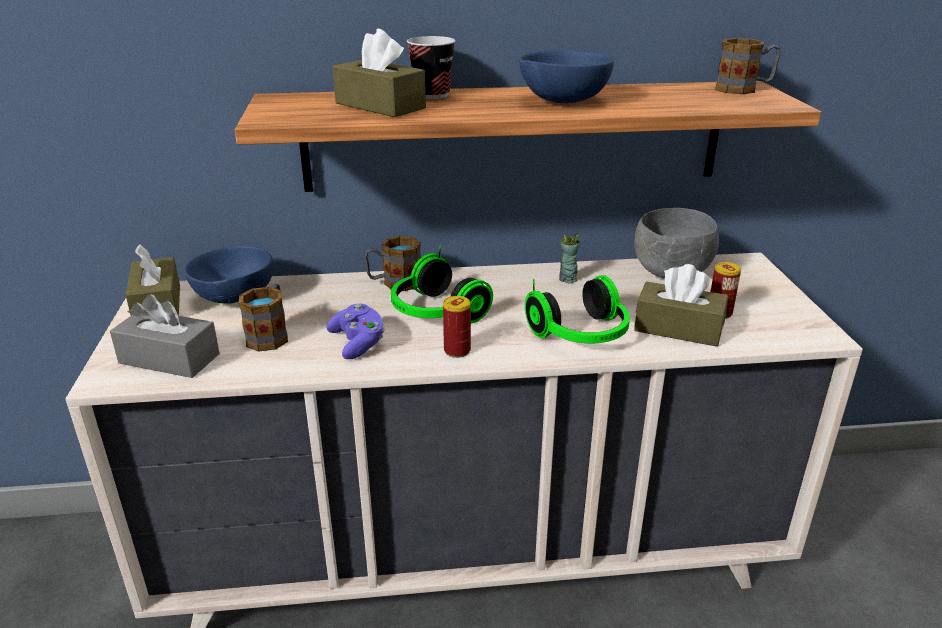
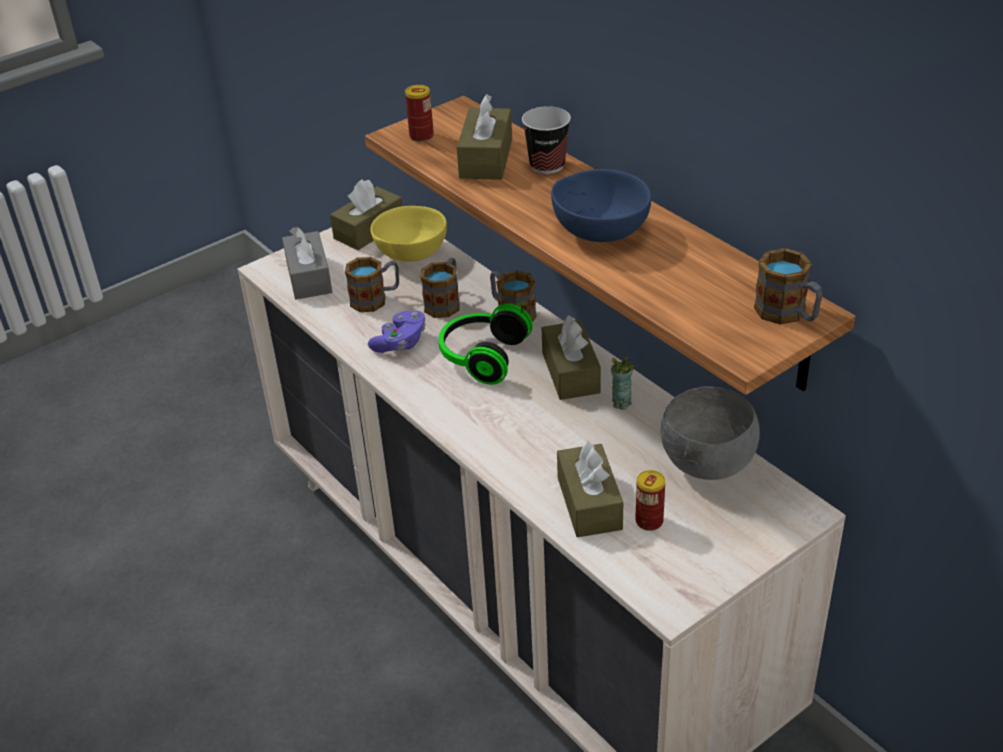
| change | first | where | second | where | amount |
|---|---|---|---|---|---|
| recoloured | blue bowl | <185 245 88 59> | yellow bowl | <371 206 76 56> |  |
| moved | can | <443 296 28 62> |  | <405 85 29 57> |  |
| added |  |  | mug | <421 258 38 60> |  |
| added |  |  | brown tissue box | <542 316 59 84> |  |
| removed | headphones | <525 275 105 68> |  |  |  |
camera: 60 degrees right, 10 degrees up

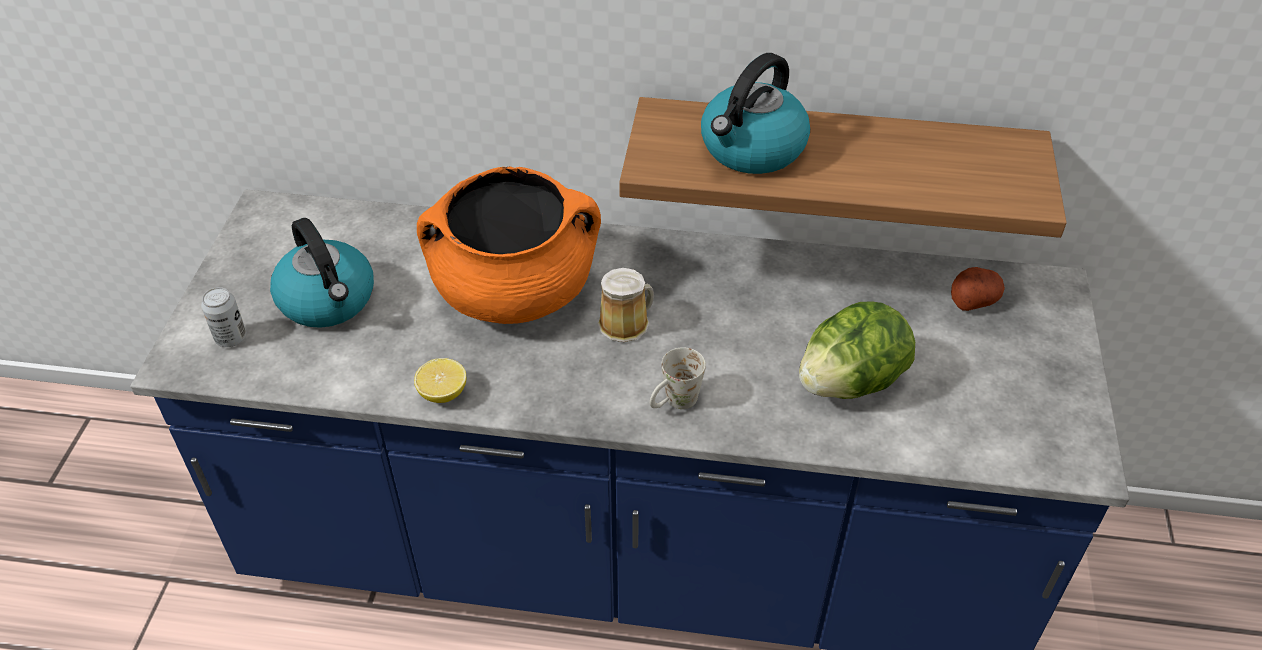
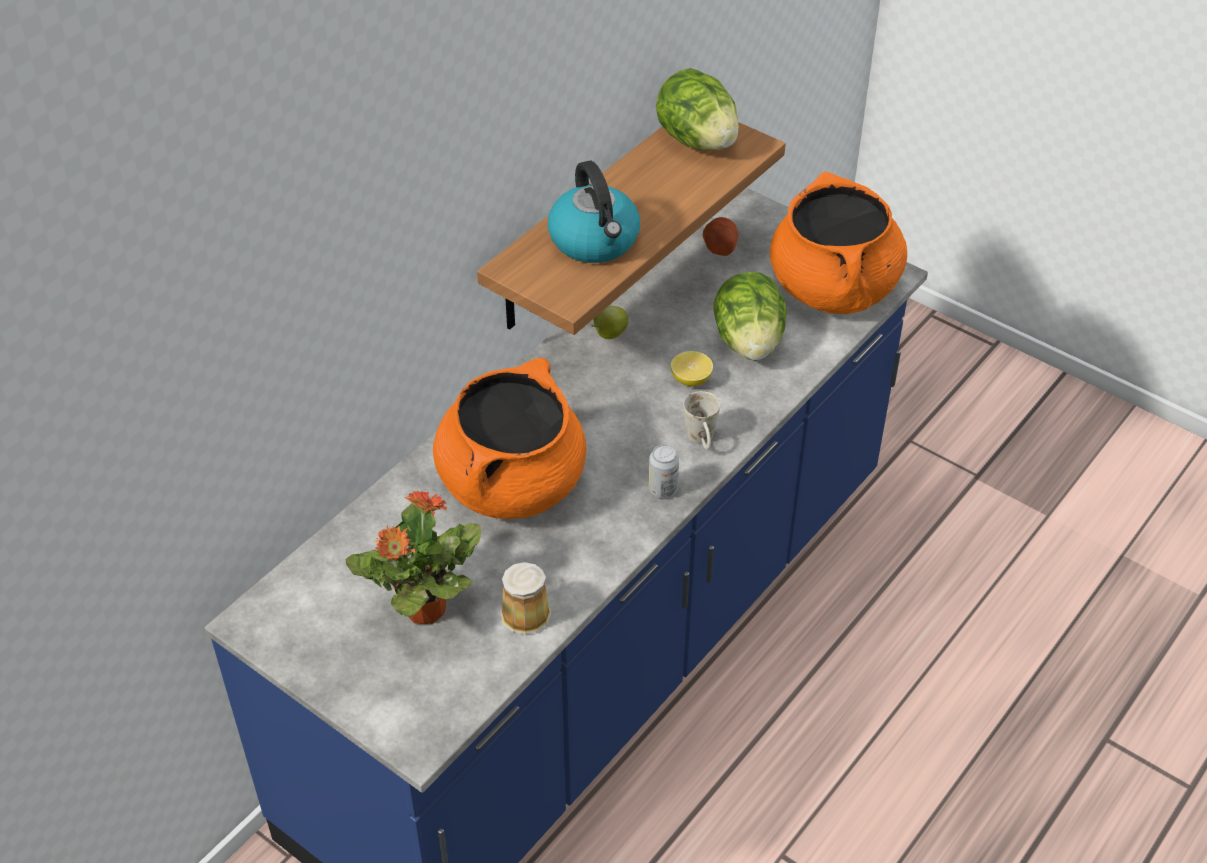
| change | first | where | second | where | amount |
|---|---|---|---|---|---|
| replaced | kettle | <270 218 104 110> | potted plant | <345 491 137 133> |  |
| moved | mug | <598 268 56 74> |  | <500 562 51 72> |  |
| added |  |  | apple | <591 306 37 33> |  |
| moved | can | <201 287 46 60> |  | <649 444 30 54> |  |
| added |  |  | lettuce | <656 68 83 82> |  |
| moved | lemon | <414 358 52 45> |  | <670 351 43 36> |  |
| added |  |  | orange cooking pot | <770 172 137 142> |  |
camera: 60 degrees left, 0 degrees up

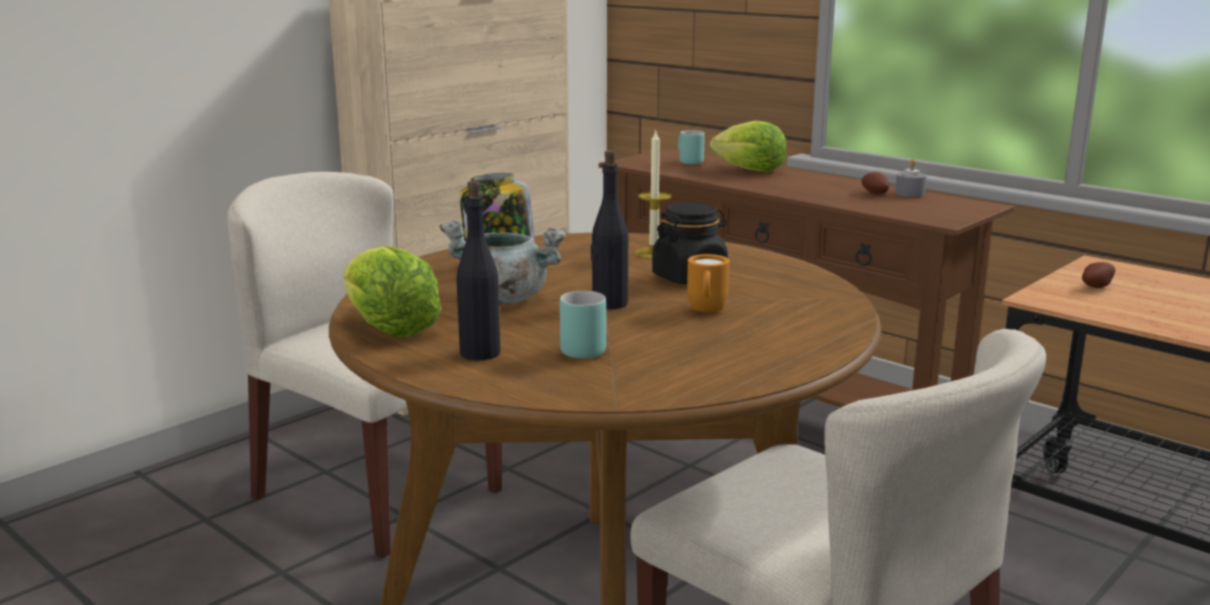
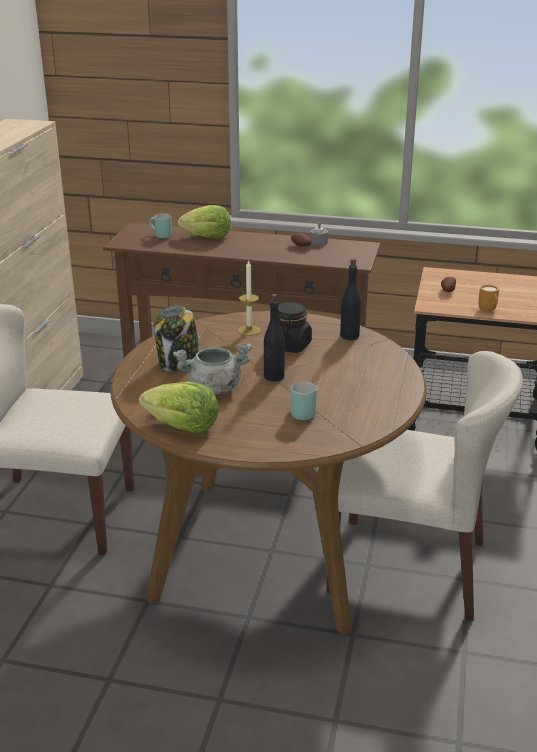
| change | first | where | second | where | amount |
|---|---|---|---|---|---|
| moved | black bottle | <457 181 43 179> |  | <340 259 21 81> |  |
| moved | orange mug | <687 254 43 58> |  | <478 284 21 28> |  |
camera: 30 degrees left, 10 degrees up

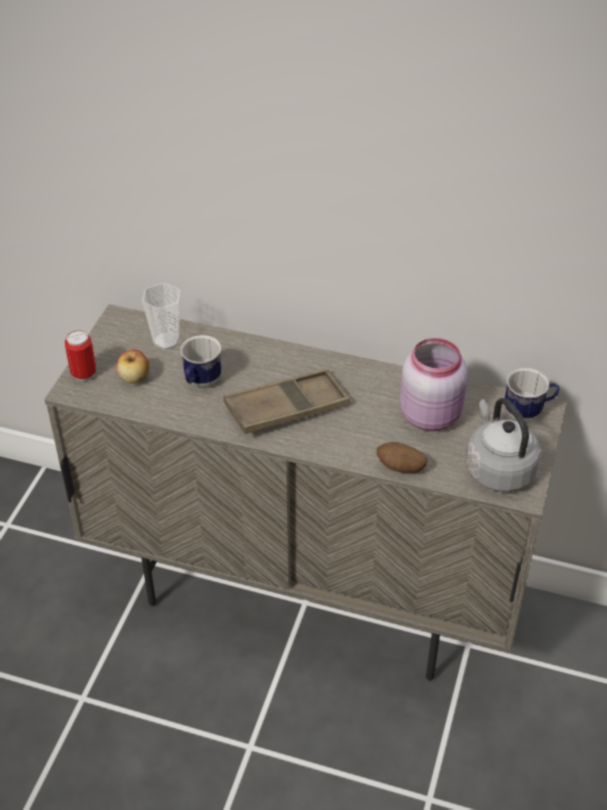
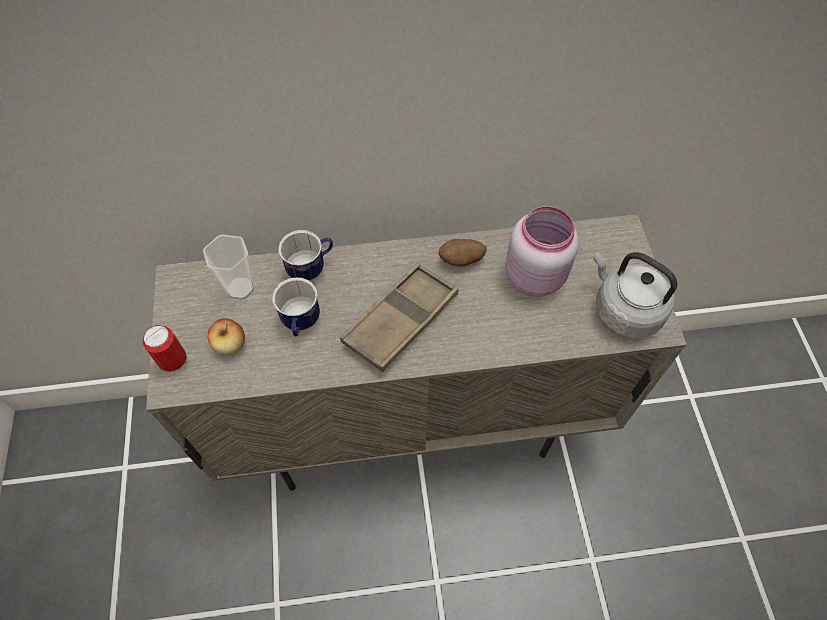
| change | first | where | second | where | amount |
|---|---|---|---|---|---|
| moved | mug | <505 368 55 53> |  | <278 230 55 52> |  |
| moved | potato | <377 442 51 31> |  | <439 239 48 27> |  |
camera: 25 degrees left, 15 degrees up

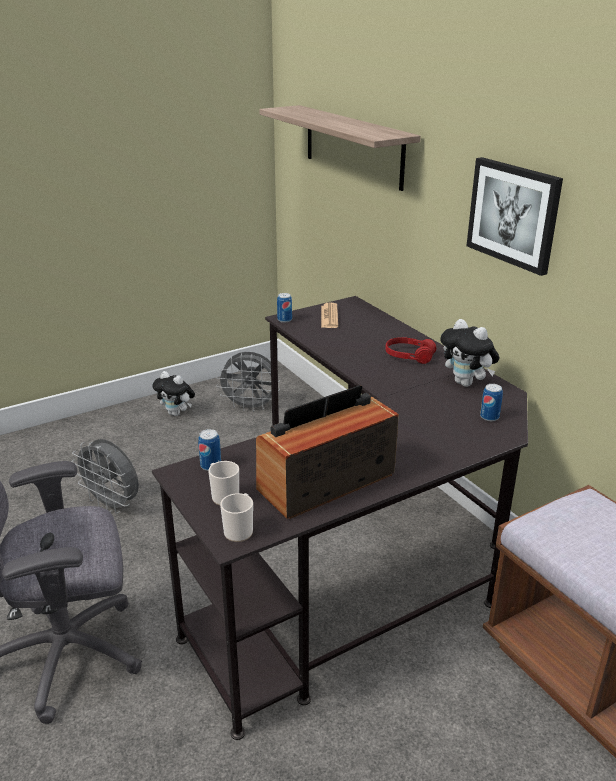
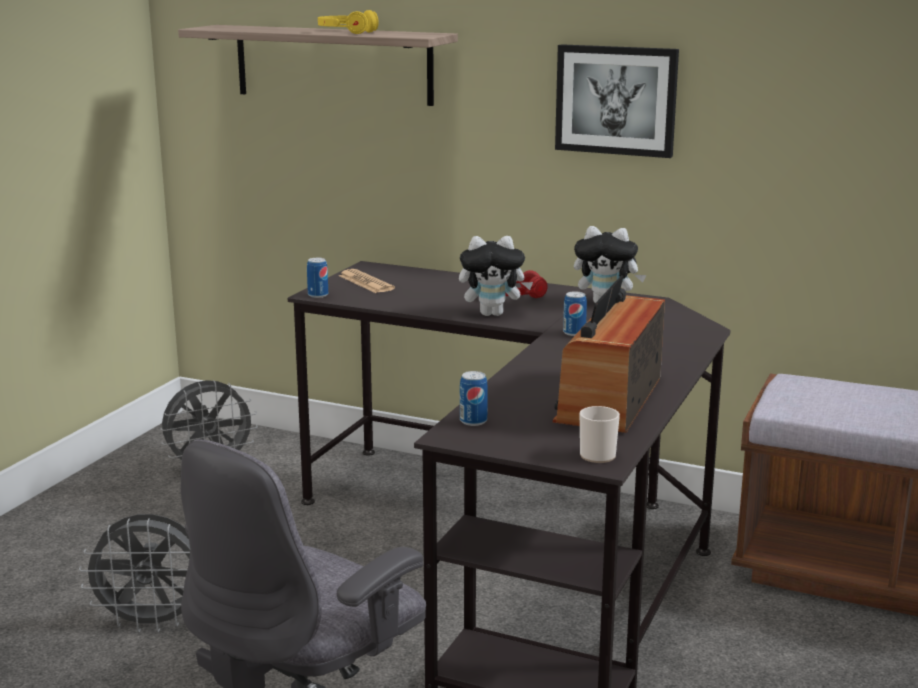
| change | first | where | second | where | amount |
|---|---|---|---|---|---|
| added |  |  | yellow headphones | <318 10 61 24> |  |
| moved | plush toy | <152 371 43 45> |  | <459 236 74 80> |  |
| moved | can | <480 384 23 37> |  | <563 291 24 45> |  |
| removed | mug | <208 461 31 44> |  |  |  |
camera: 35 degrees left, 10 degrees down

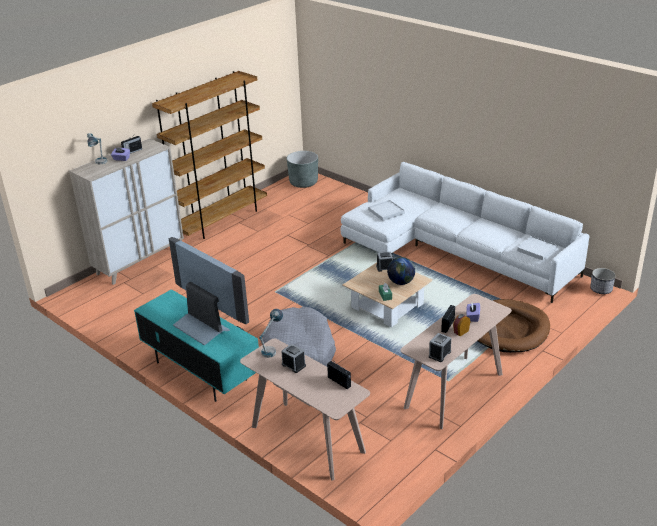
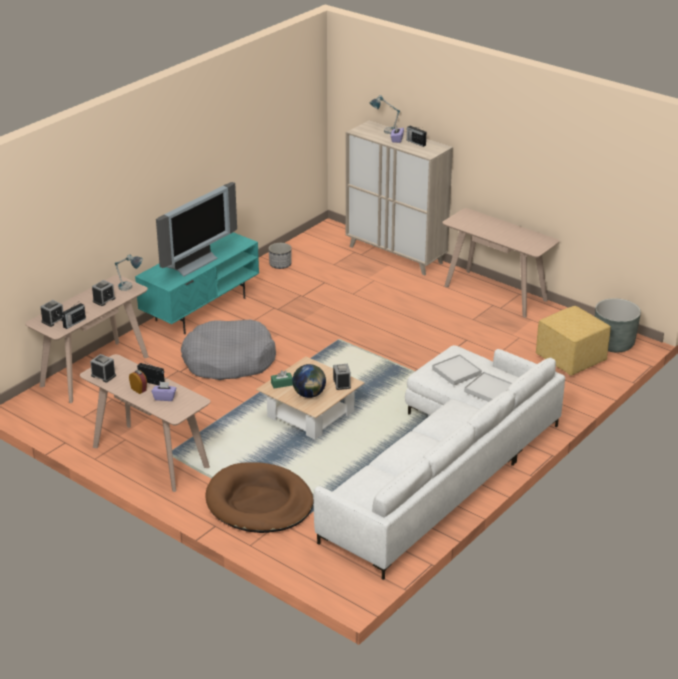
| change | first | where | second | where | amount |
|---|---|---|---|---|---|
| added |  |  | alarm clock | <40 300 23 27> |  |
| moved | planter | <590 268 26 26> |  | <268 243 24 26> |  |
| replaced | brown bookcase | <152 71 115 168> | beige console table | <442 208 117 110> |  |
| moved | white tray | <517 236 40 24> |  | <464 372 48 30> |  |
| added |  |  | yellow ottoman | <536 306 75 70> |  |
camera: 85 degrees right, 0 degrees up

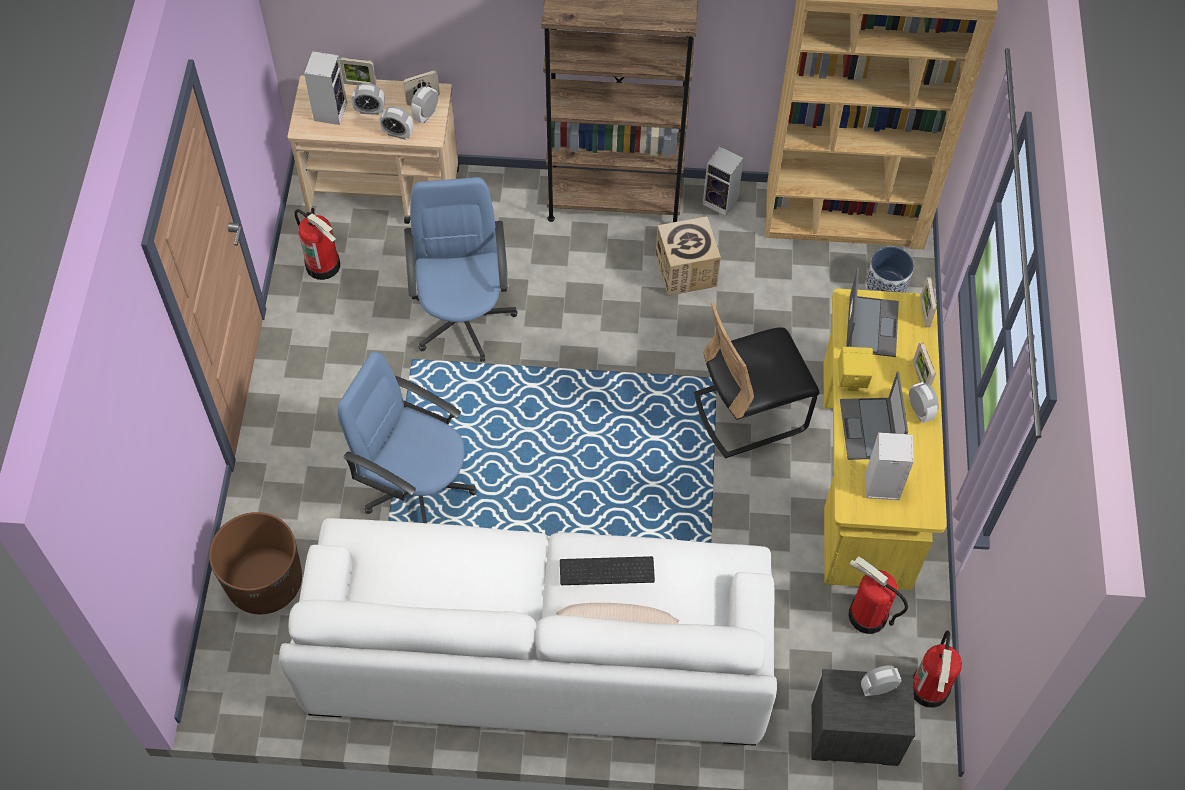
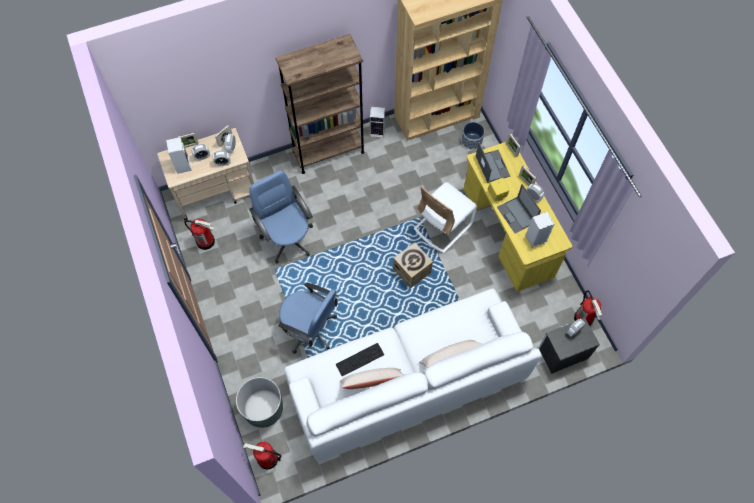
| change | first | where | second | where | amount |
|---|---|---|---|---|---|
| recoloured | brown planter | <209 512 93 102> | grey planter | <236 377 47 51> |  |
| moved | fire extinguisher | <849 556 59 78> |  | <243 442 38 28> |  |
| turned | blue office chair | <338 351 139 172> |  | <278 282 61 72> | 150 degrees counterclockwise |
| moved | keyboard | <560 556 95 29> |  | <336 343 48 33> |  |
| added |  |  | beige pillow | <340 368 64 21> |  |
| moved | cardboard box | <656 216 65 80> |  | <393 242 40 46> |  |
| recoloured | black chair | <694 302 126 156> | white chair | <414 182 63 71> |  |
camera: 25 degrees left, 5 degrees up

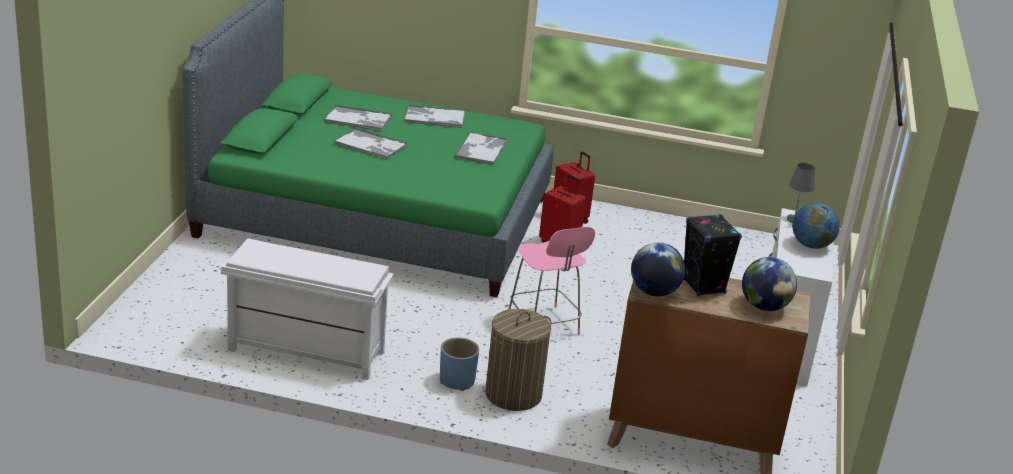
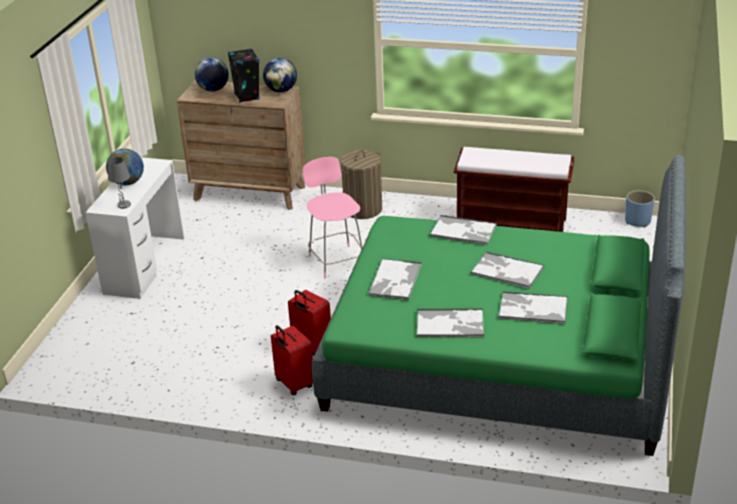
| change | first | where | second | where | amount |
|---|---|---|---|---|---|
| added |  |  | tray | <430 215 67 30> |  |
| recoloured | white bench | <221 238 173 142> | brown bench | <454 147 120 85> |  |
| moved | blue planter | <440 338 39 53> |  | <625 190 30 38> |  |
camera: 175 degrees left, 5 degrees up

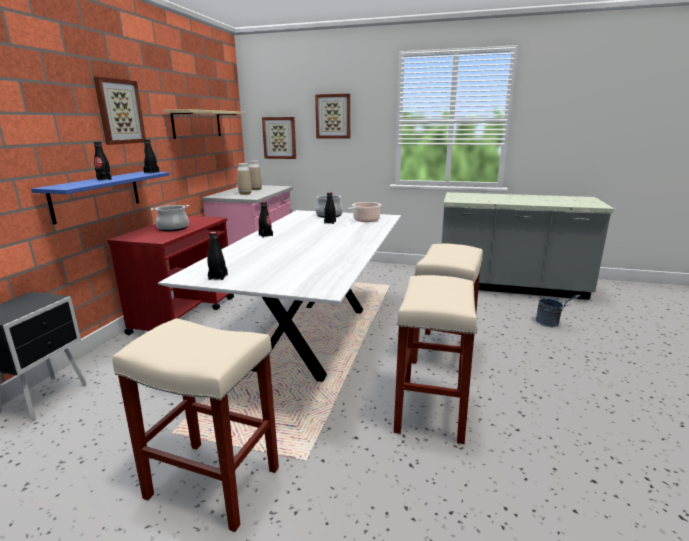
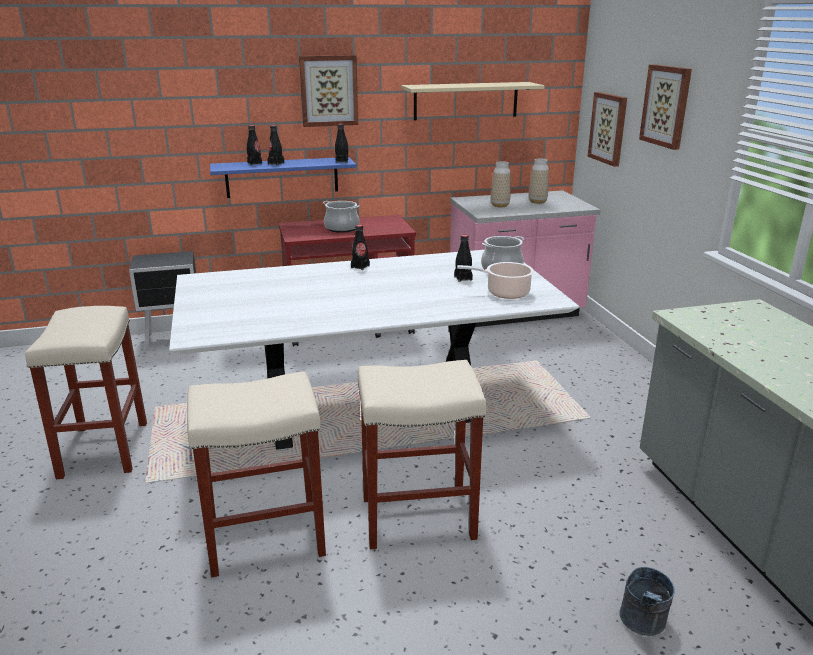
| change | first | where | second | where | amount |
|---|---|---|---|---|---|
| moved | black bottle | <207 232 21 48> |  | <247 125 15 40> |  |
camera: 60 degrees right, 5 degrees up

